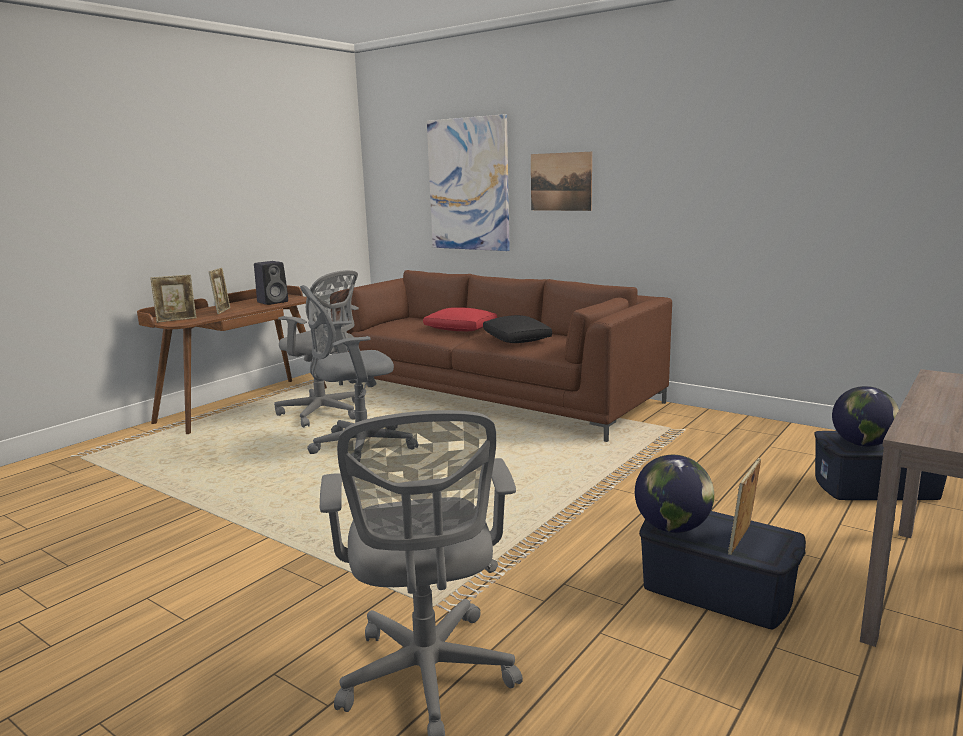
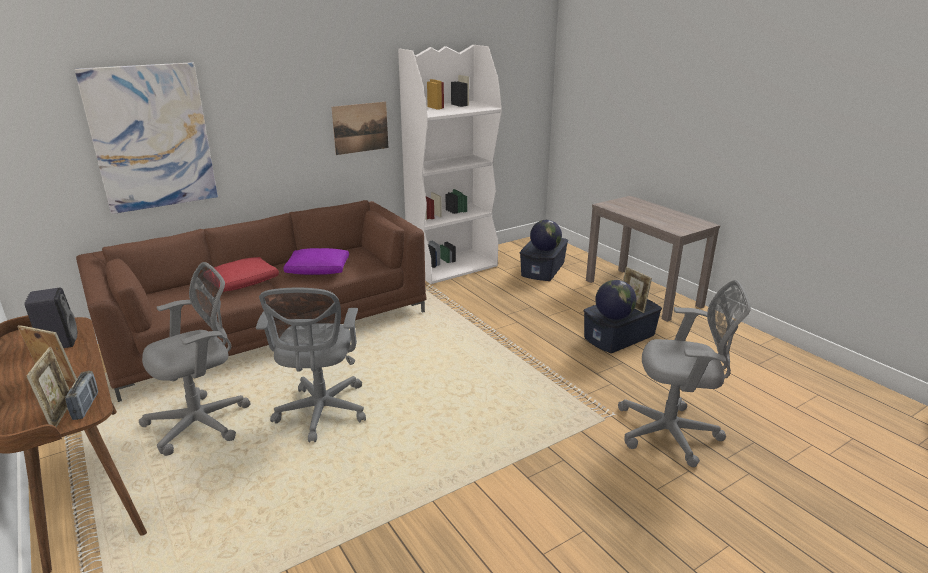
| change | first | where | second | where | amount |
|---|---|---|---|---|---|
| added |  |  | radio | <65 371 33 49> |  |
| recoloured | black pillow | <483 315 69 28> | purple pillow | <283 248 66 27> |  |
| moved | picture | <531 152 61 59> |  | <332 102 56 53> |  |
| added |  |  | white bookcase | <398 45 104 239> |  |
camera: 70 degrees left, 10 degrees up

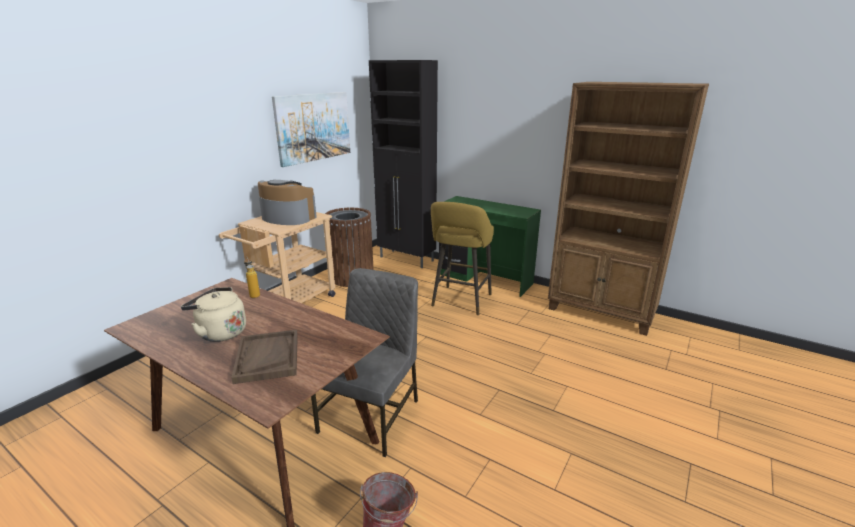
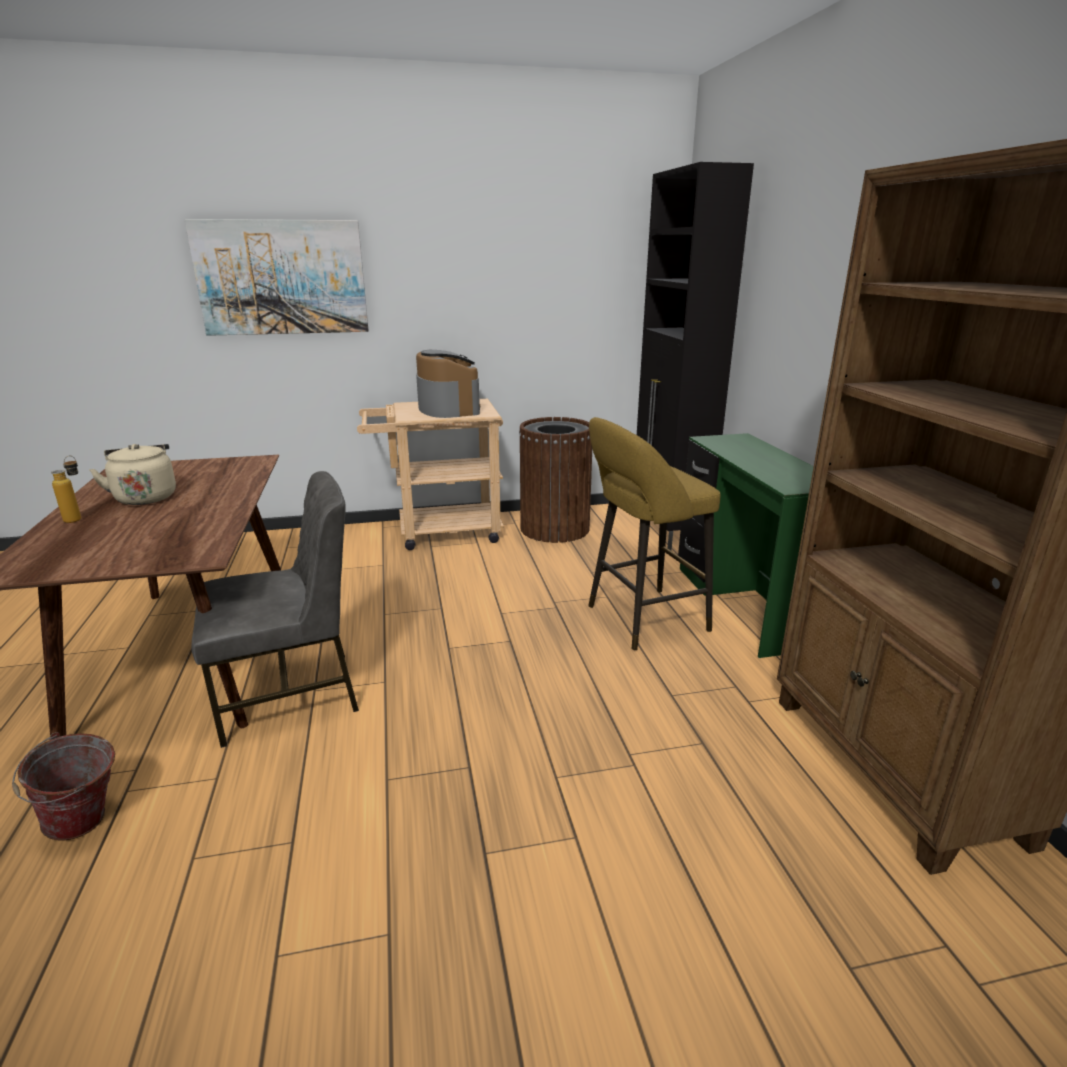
| change | first | where | second | where | amount |
|---|---|---|---|---|---|
| moved | bottle | <244 257 16 41> |  | <51 456 30 67> |  |
| moved | picture | <272 92 78 75> |  | <185 219 184 117> |  |
| removed | brown tray | <231 330 67 54> |  |  |  |
camera: 45 degrees right, 0 degrees up

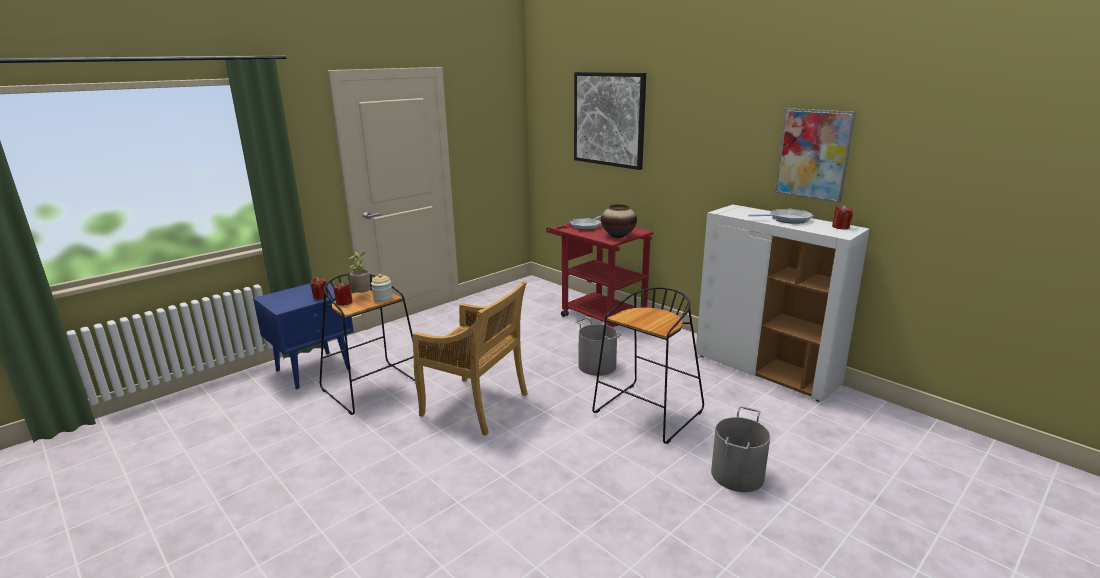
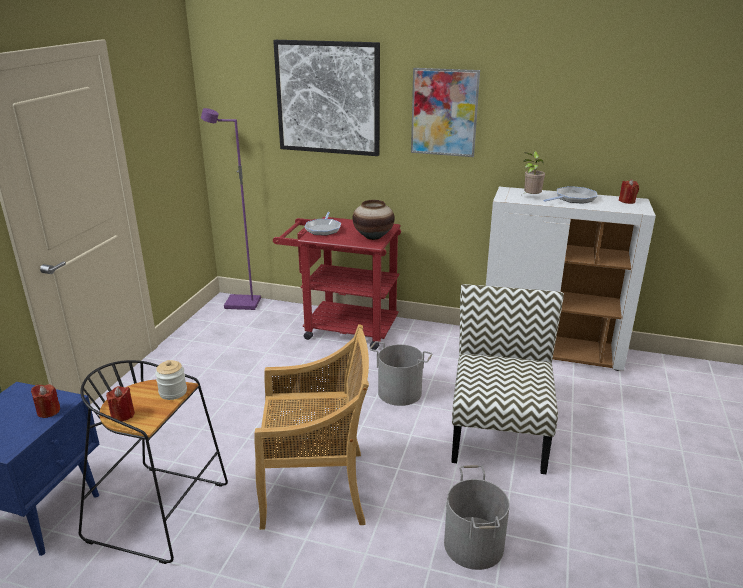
| change | first | where | second | where | amount |
|---|---|---|---|---|---|
| added |  |  | purple floor lamp | <201 108 60 202> |  |
| moved | picture | <775 108 81 95> |  | <411 68 69 89> |  |
| moved | grey bucket | <711 406 60 86> |  | <444 465 66 105> |  |
| replaced | black stool | <592 287 112 157> | chair | <451 284 113 190> |  |
| moved | potted plant | <348 252 23 41> |  | <523 151 22 43> |  |
camera: 30 degrees left, 5 degrees up

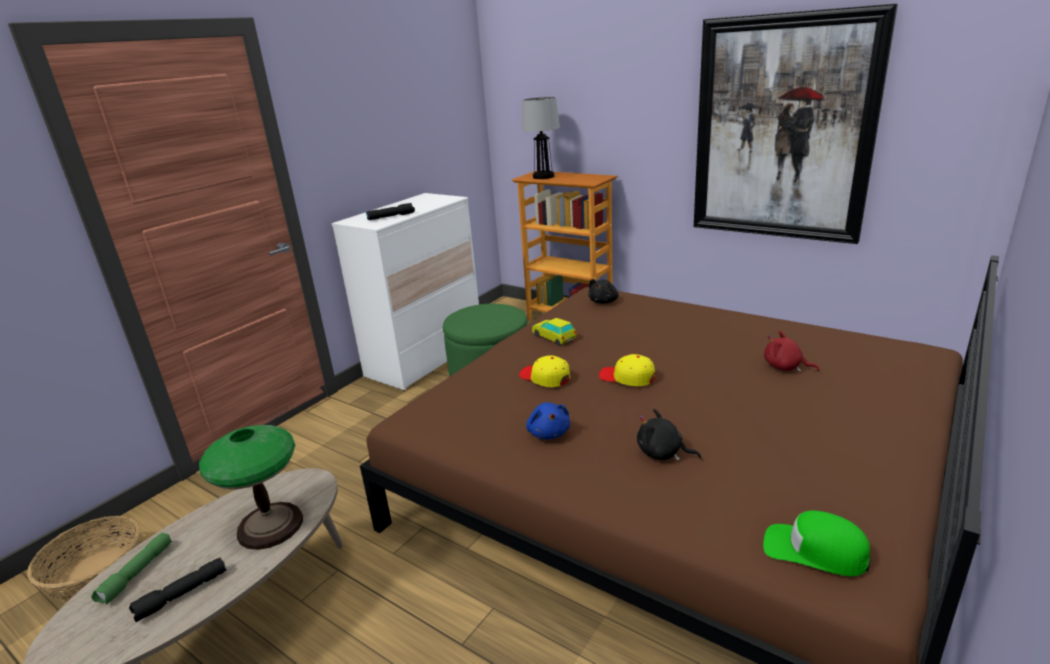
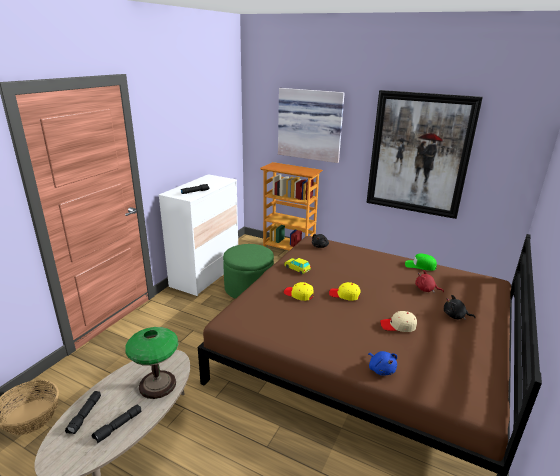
| change | first | where | second | where | amount |
|---|---|---|---|---|---|
| recoloured | green flashlight | <91 533 81 72> | black flashlight | <65 391 36 43> |  |
| added |  |  | picture | <278 88 67 75> |  |
| moved | blue plush toy | <526 402 44 37> |  | <368 351 29 25> |  |
| added |  |  | beige cap | <380 311 37 21> |  |
| moved | green cap | <763 510 108 66> |  | <405 253 32 18> |  |
| moved | black plush toy | <637 409 64 52> |  | <443 295 33 25> |  |
| removed | table lamp | <522 97 38 82> |  |  |  |
camera: 10 degrees left, 0 degrees up

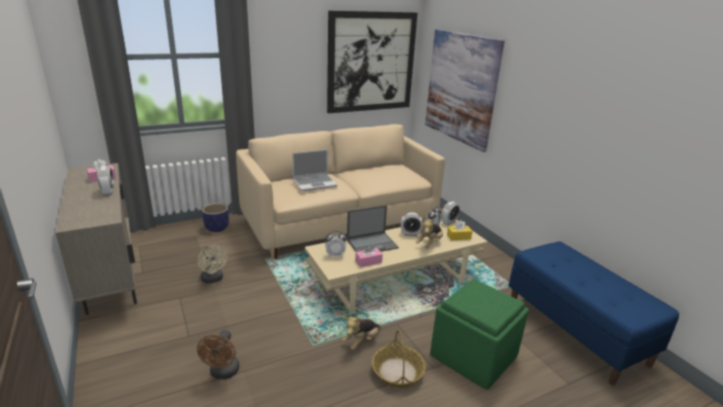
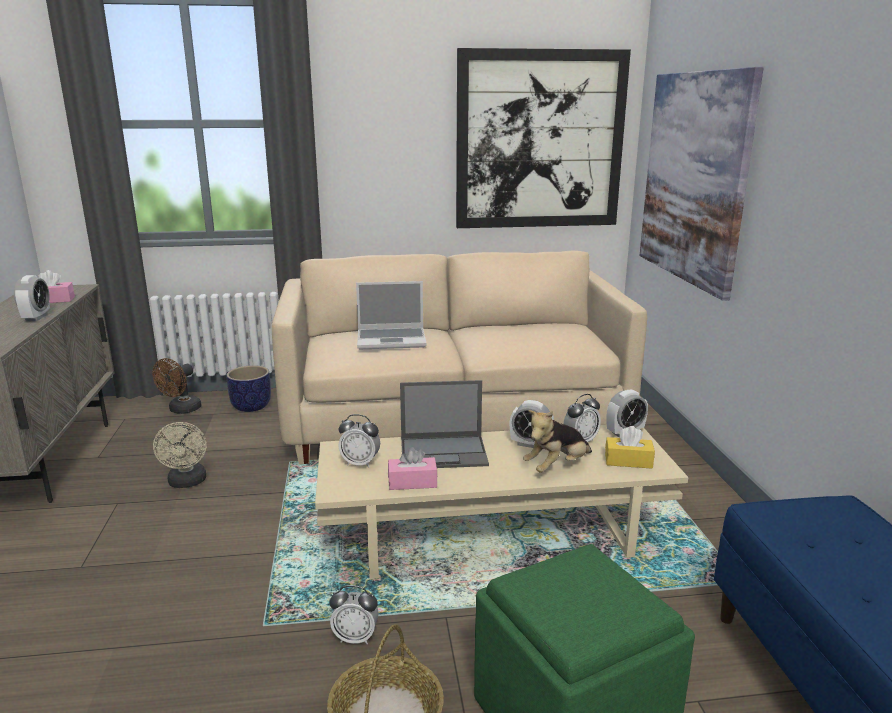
| change | first | where | second | where | amount |
|---|---|---|---|---|---|
| moved | brown fan | <197 330 42 49> |  | <152 358 49 56> |  |
| replaced | plush toy | <342 317 39 33> | alarm clock | <330 585 49 59> |  |
camera: 20 degrees right, 5 degrees down

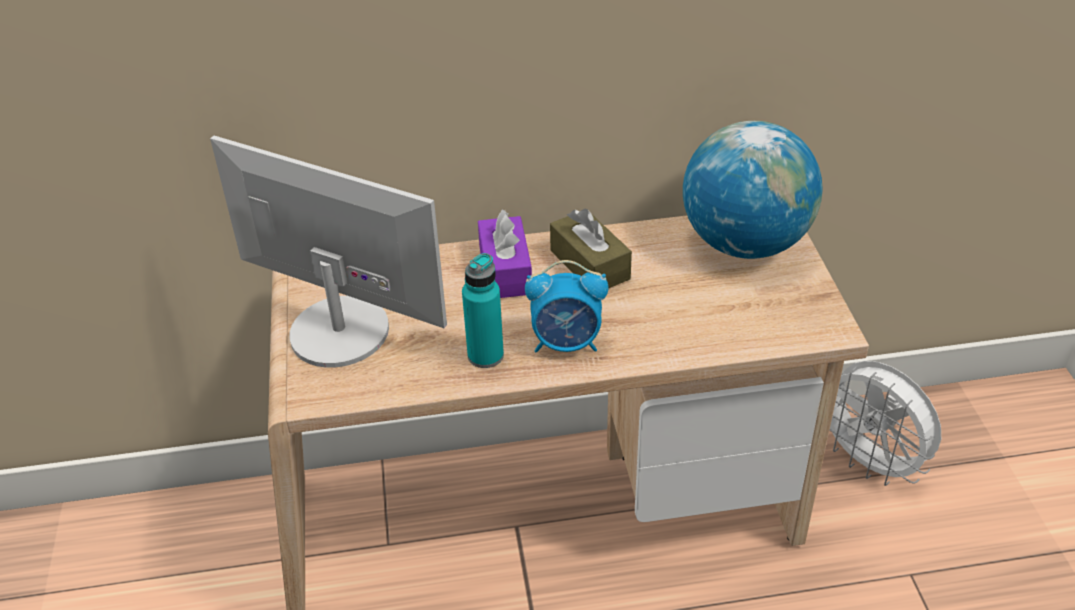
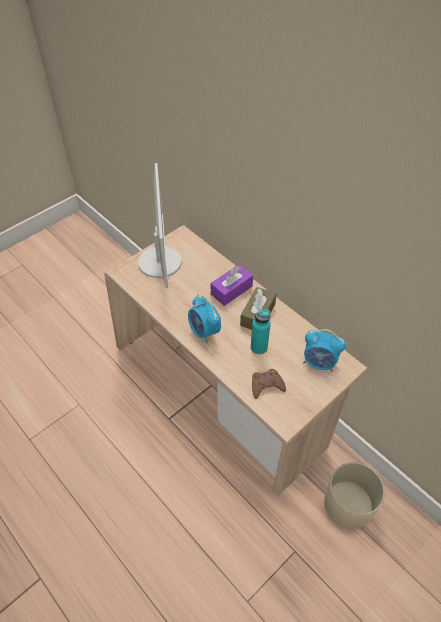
| change | first | where | second | where | amount |
|---|---|---|---|---|---|
| moved | turquoise bottle | <462 253 42 115> |  | <251 309 20 45> |  |
| added |  |  | brown game controller | <252 369 34 30> |  |
| replaced | globe | <683 121 139 138> | alarm clock | <303 329 43 42> |  |
| replaced | white fan | <829 361 112 125> | beige planter | <324 462 61 67> |  |
camera: 55 degrees right, 10 degrees up

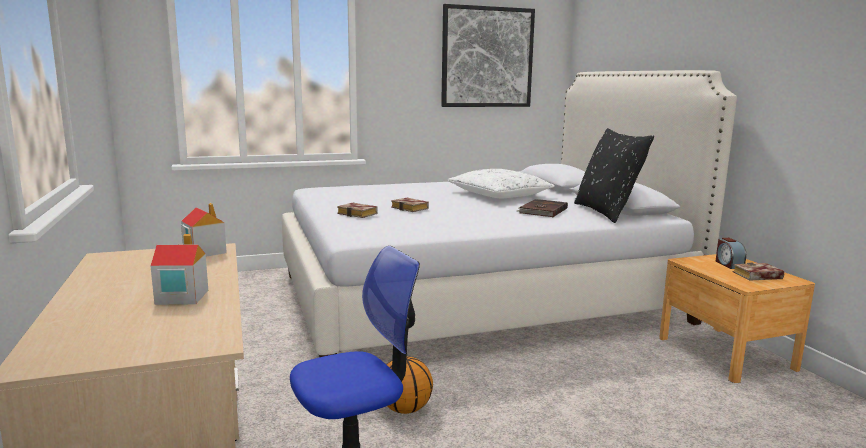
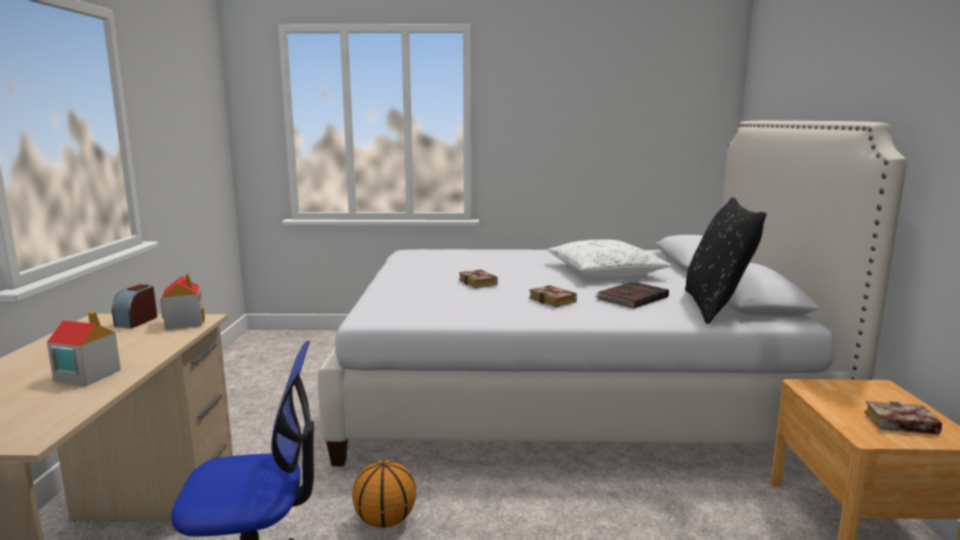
| change | first | where | second | where | amount |
|---|---|---|---|---|---|
| moved | alarm clock | <716 238 30 31> |  | <112 284 45 44> |  |
| moved | book | <337 203 41 15> |  | <529 285 48 22> |  |
| removed | picture | <441 4 94 103> |  |  |  |
camera: 20 degrees right, 0 degrees up

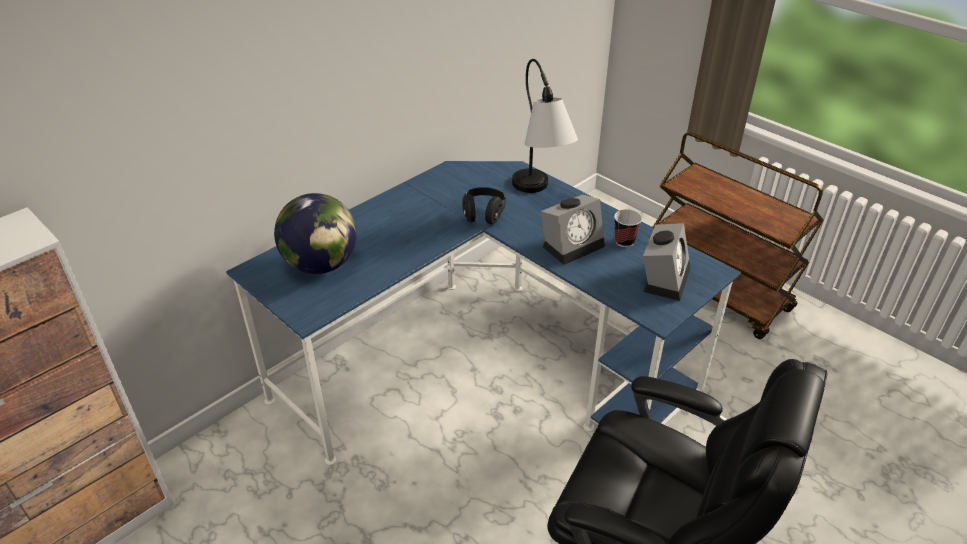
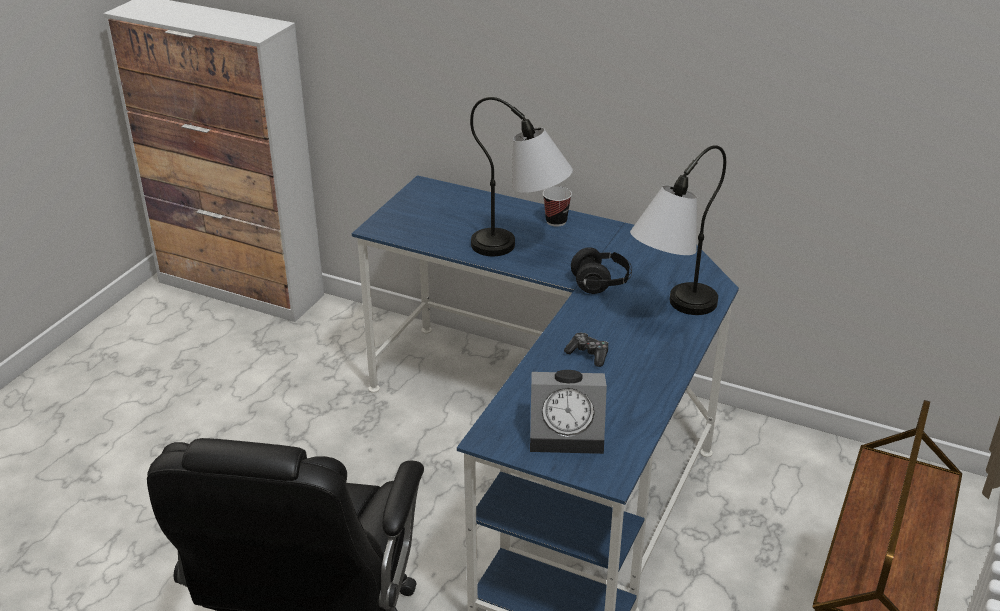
| change | first | where | second | where | amount |
|---|---|---|---|---|---|
| added |  |  | table lamp | <470 97 103 159> |  |
| moved | cup | <614 209 28 38> |  | <543 186 29 41> |  |
| replaced | alarm clock | <541 194 64 71> | game controller | <564 333 44 34> |  |
| removed | globe | <274 193 83 81> |  |  |  |
camera: 70 degrees right, 5 degrees down

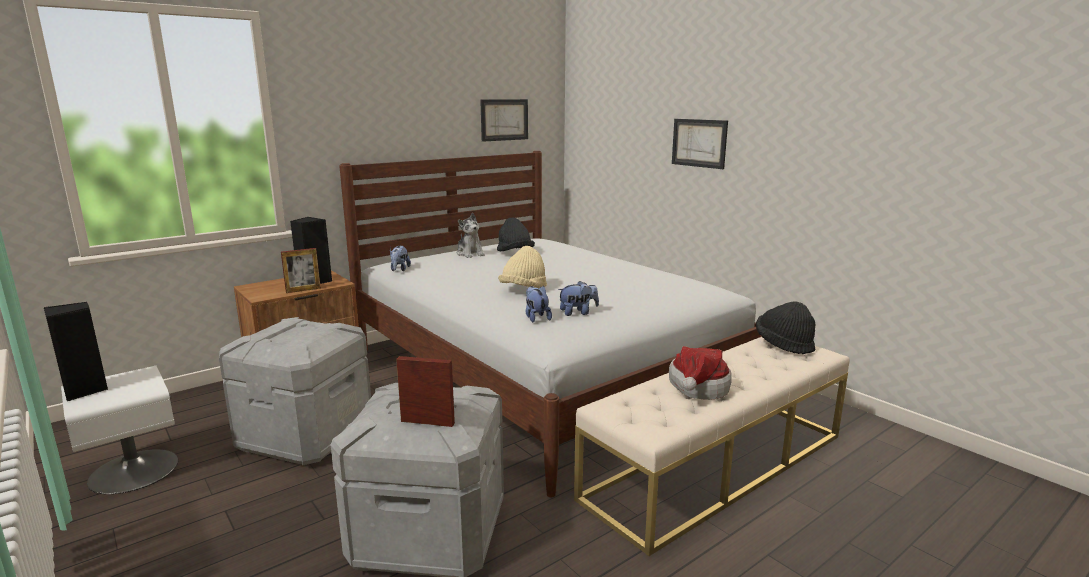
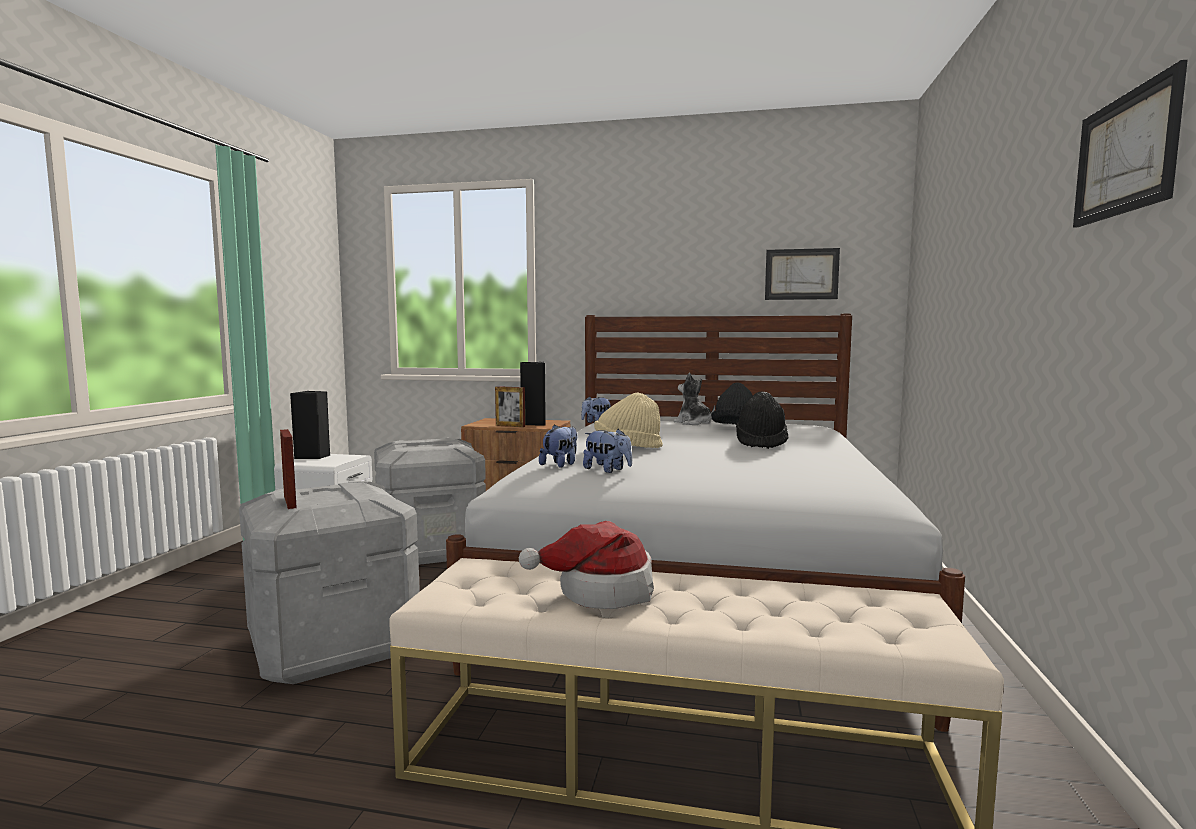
| change | first | where | second | where | amount |
|---|---|---|---|---|---|
| turned | plush toy | <457 213 28 45> |  | <674 373 41 52> | 120 degrees clockwise |
| moved | black hat | <756 302 59 52> |  | <736 391 52 58> |  |
| moved | picture | <672 119 56 50> |  | <1073 60 115 167> |  |
camera: 50 degrees right, 10 degrees down

